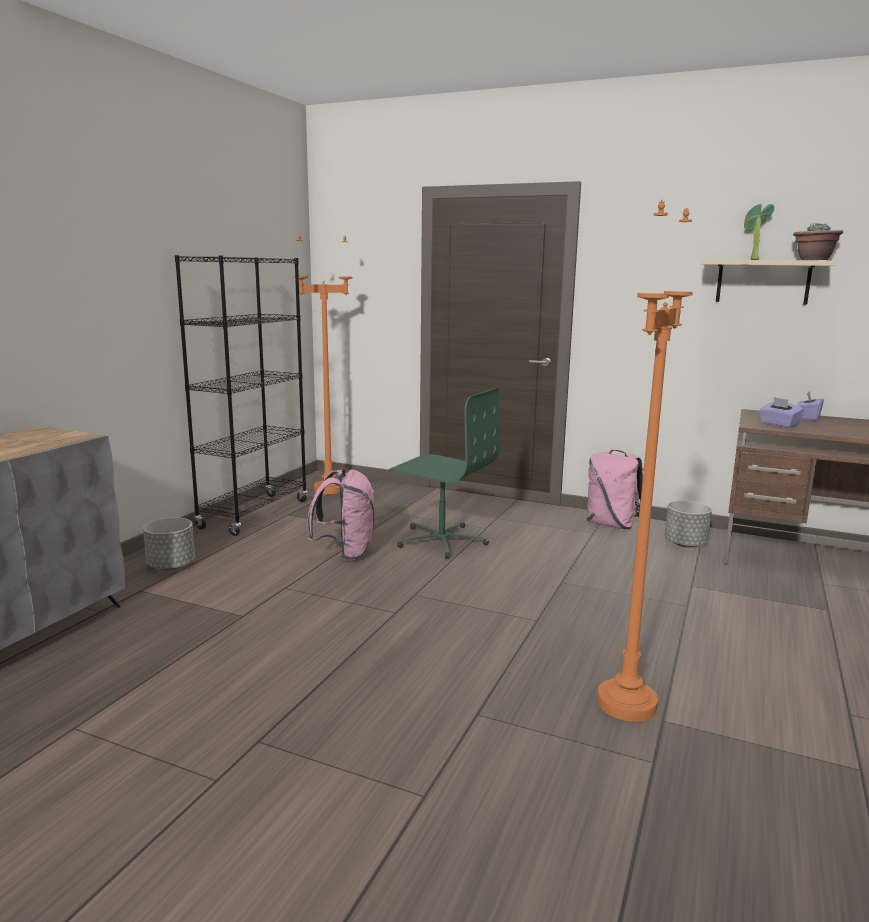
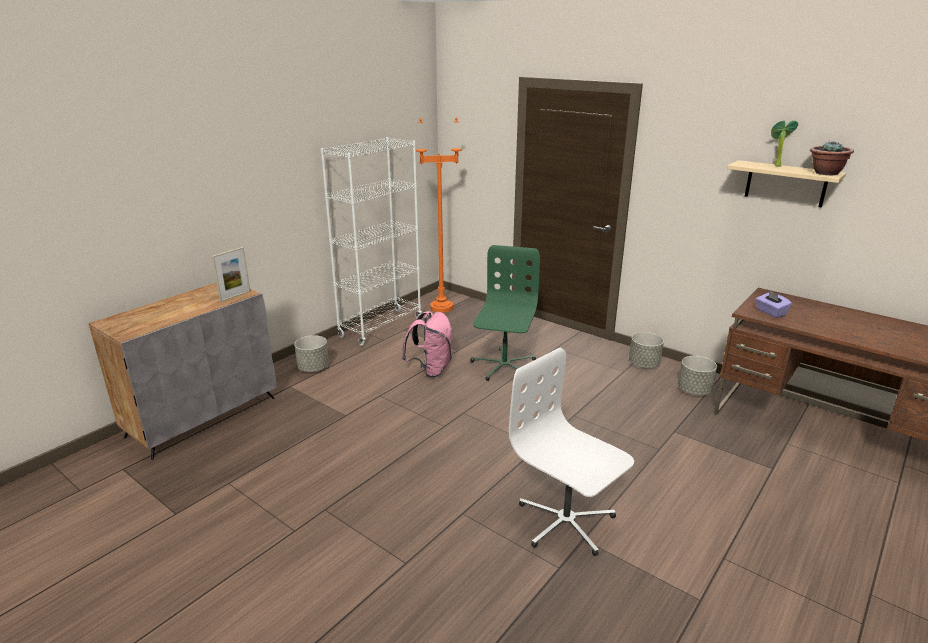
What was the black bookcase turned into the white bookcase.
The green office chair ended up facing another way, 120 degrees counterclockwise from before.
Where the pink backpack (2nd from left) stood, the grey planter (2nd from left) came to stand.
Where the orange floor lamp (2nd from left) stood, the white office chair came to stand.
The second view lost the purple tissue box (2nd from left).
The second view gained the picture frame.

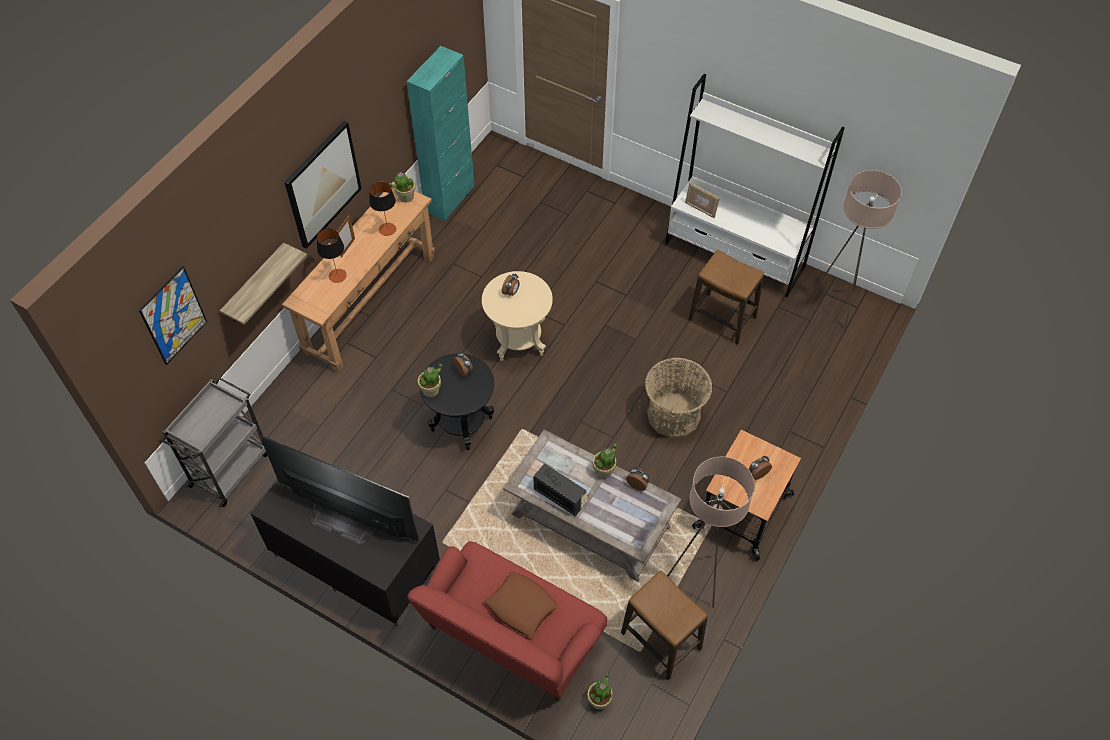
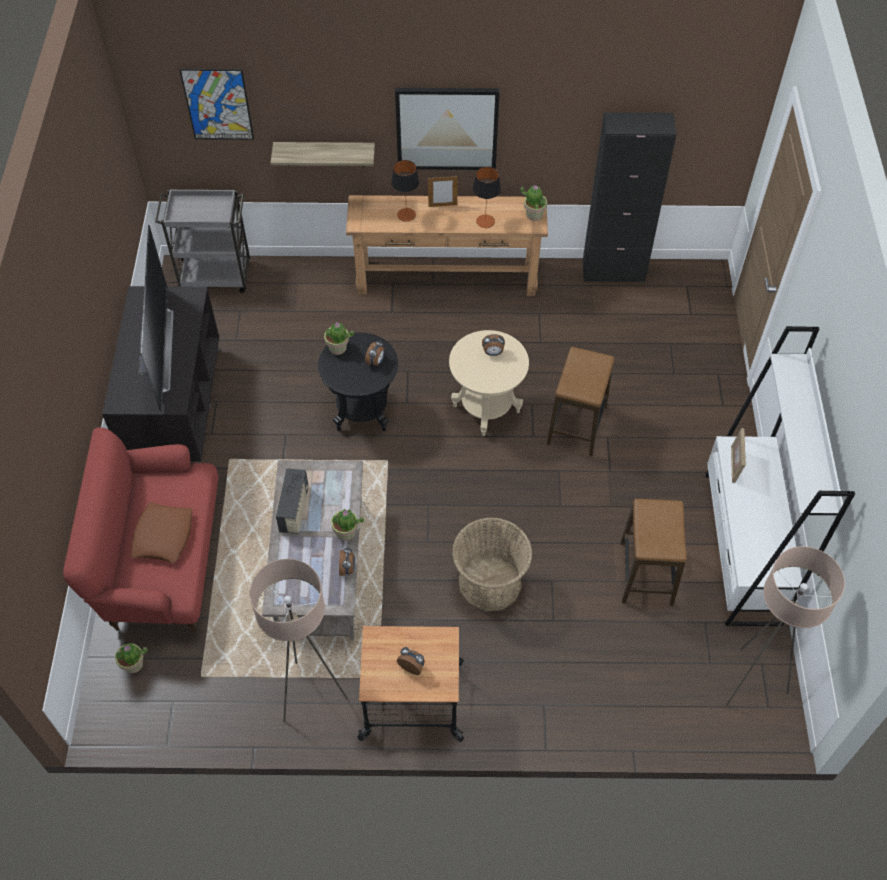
What was the turquoise cabinet turned into the black cabinet.
The stool (1st from left) ended up elsewhere.

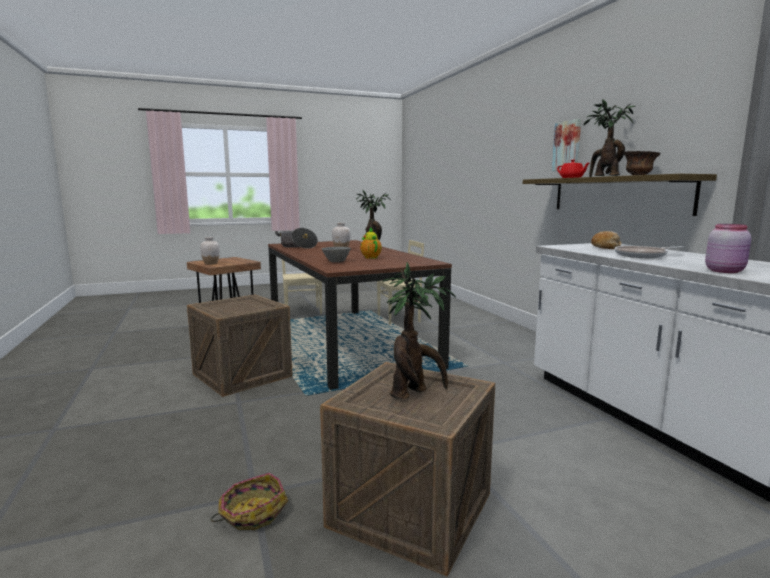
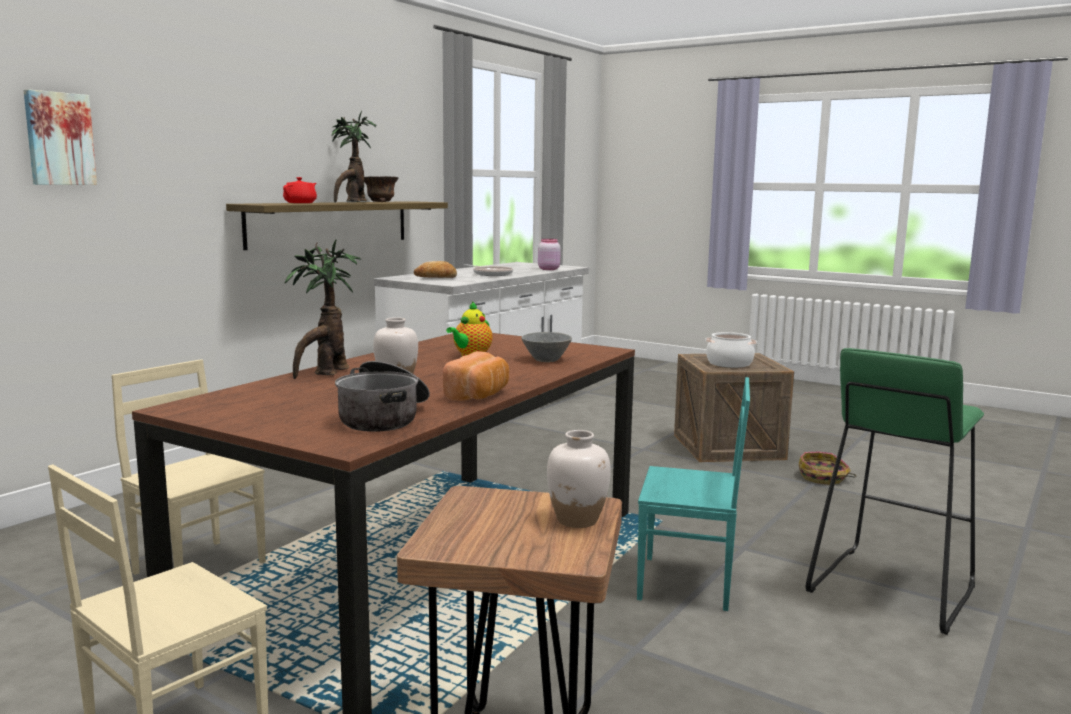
Where the crate (1st from left) stood, the turquoise chair came to stand.
Where the potted plant (2nd from left) stood, the cooking pot (2nd from left) came to stand.
The picture ended up elsewhere.
The second view gained the bread (2nd from left).
The second view gained the green stool.

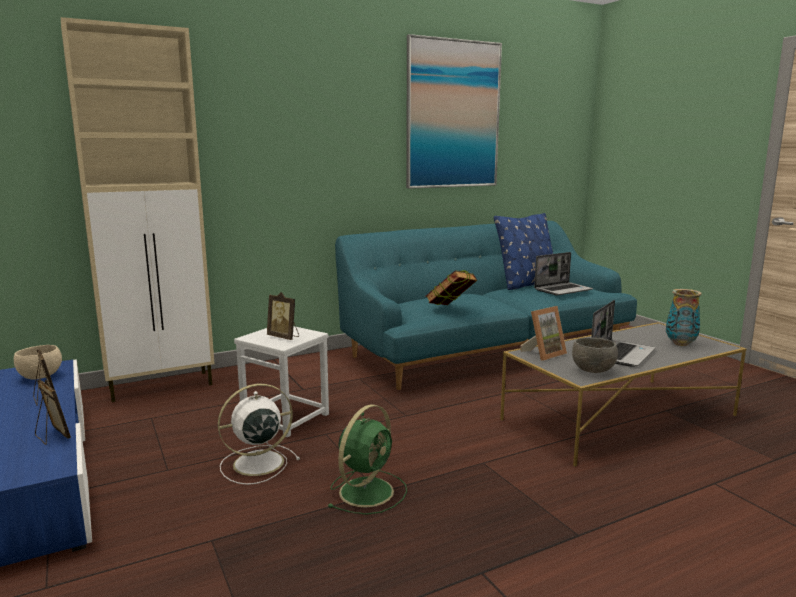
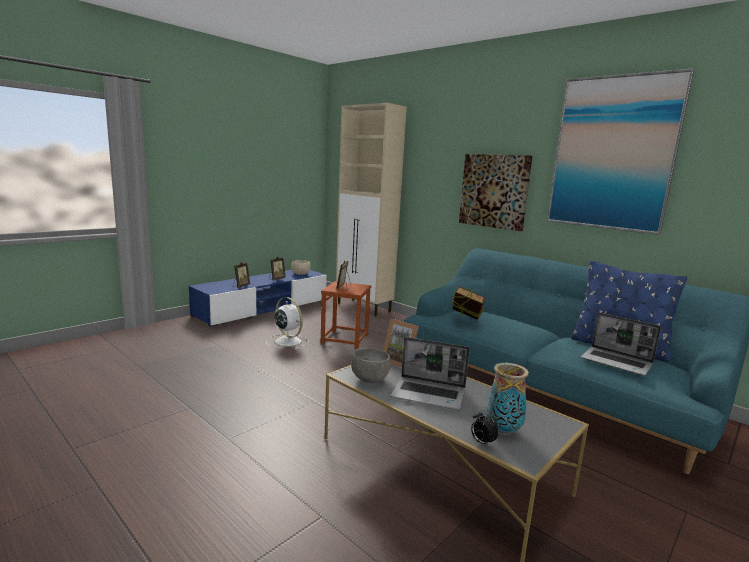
What was the white stool turned into the brown stool.
The second view lost the green fan.
The second view gained the picture (1st from left).
The second view gained the alarm clock.

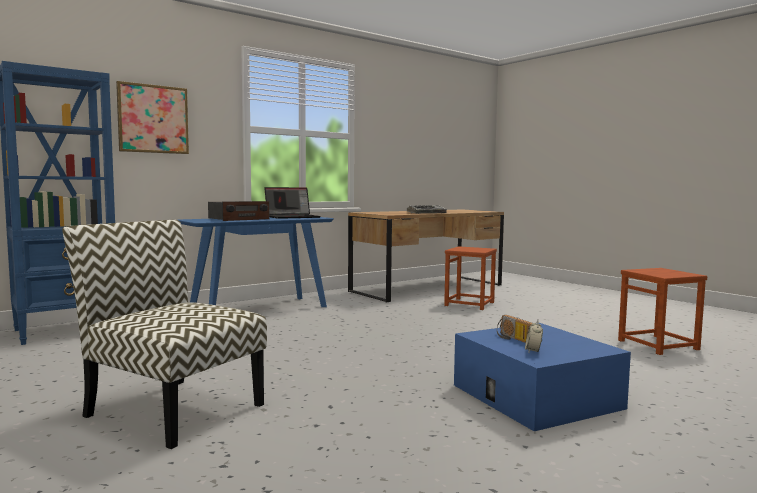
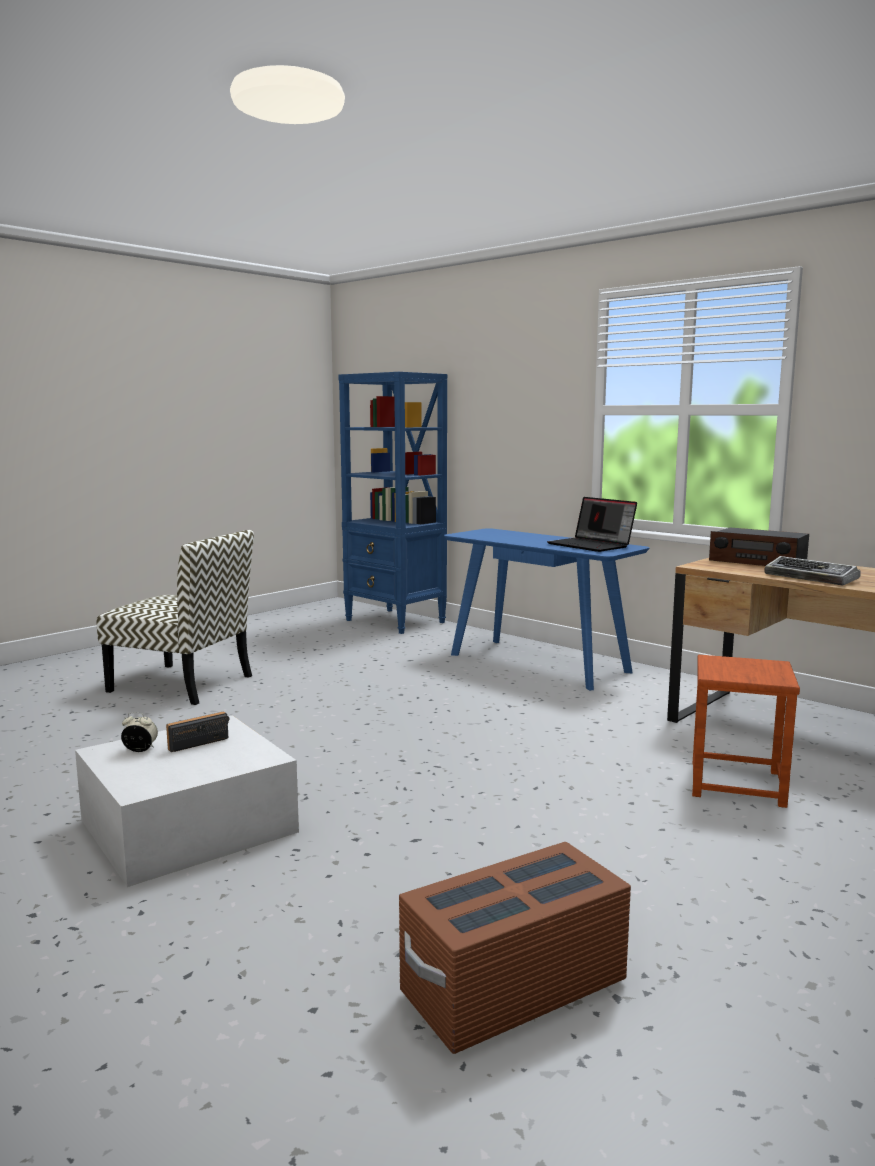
The chair ended up facing another way, 90 degrees clockwise from before.
The second view lost the picture.
The radio (1st from left in the first image) ended up elsewhere.
What was the blue storage box turned into the white storage box.
Where the brown stool (2nd from left) stood, the brown storage box came to stand.

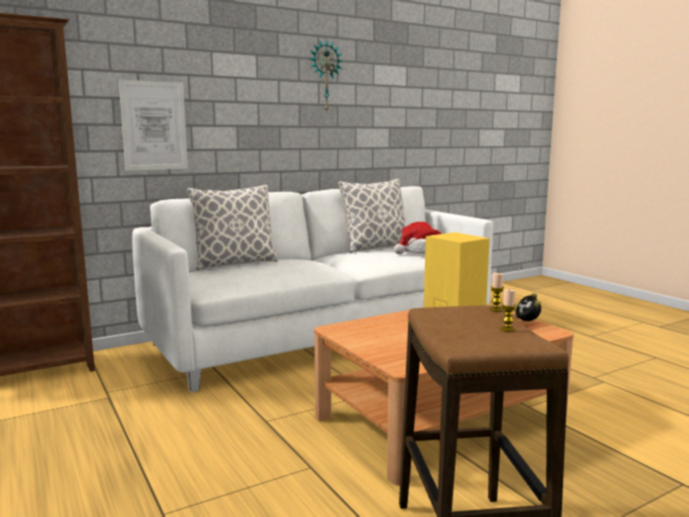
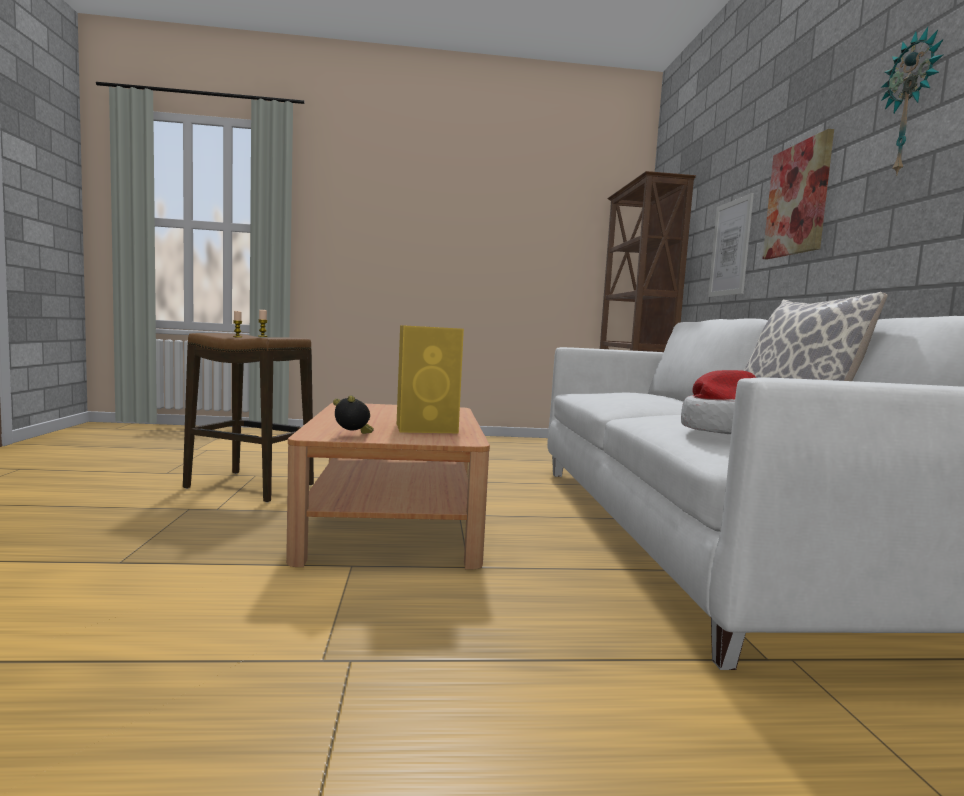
The second view lost the pillow (1st from left).
The second view gained the picture (2nd from left).

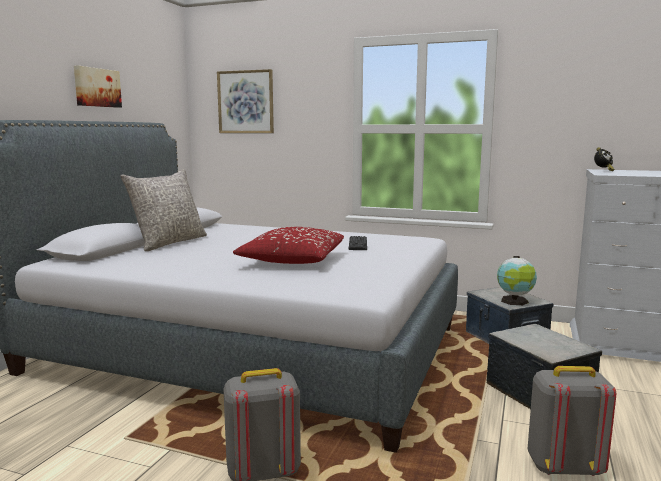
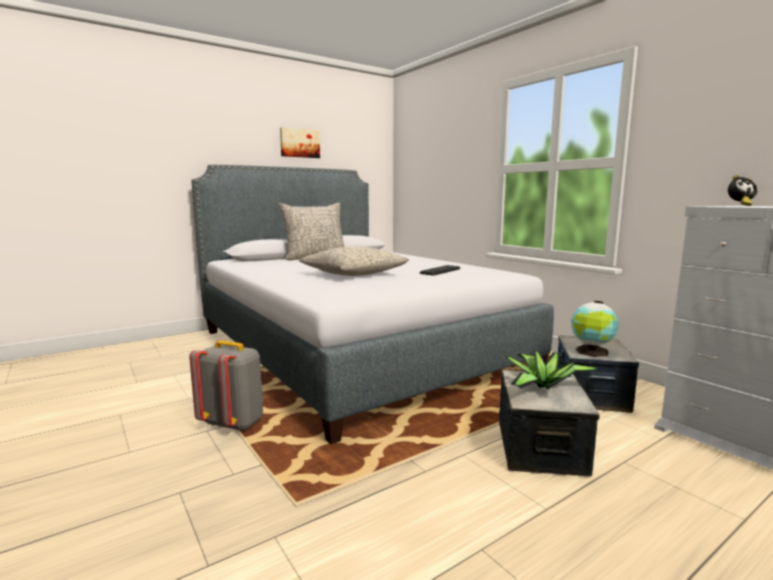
The second view lost the picture (2nd from left).
What was the red pillow turned into the grey pillow (2nd from left).
The second view lost the grey backpack (2nd from left).
The second view gained the potted plant.

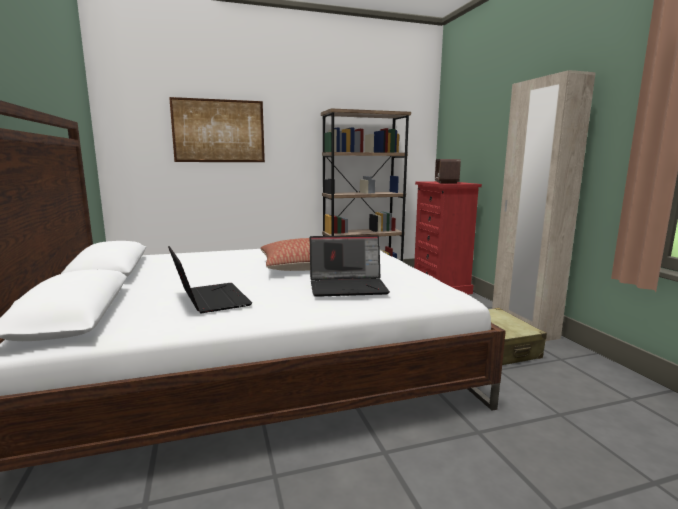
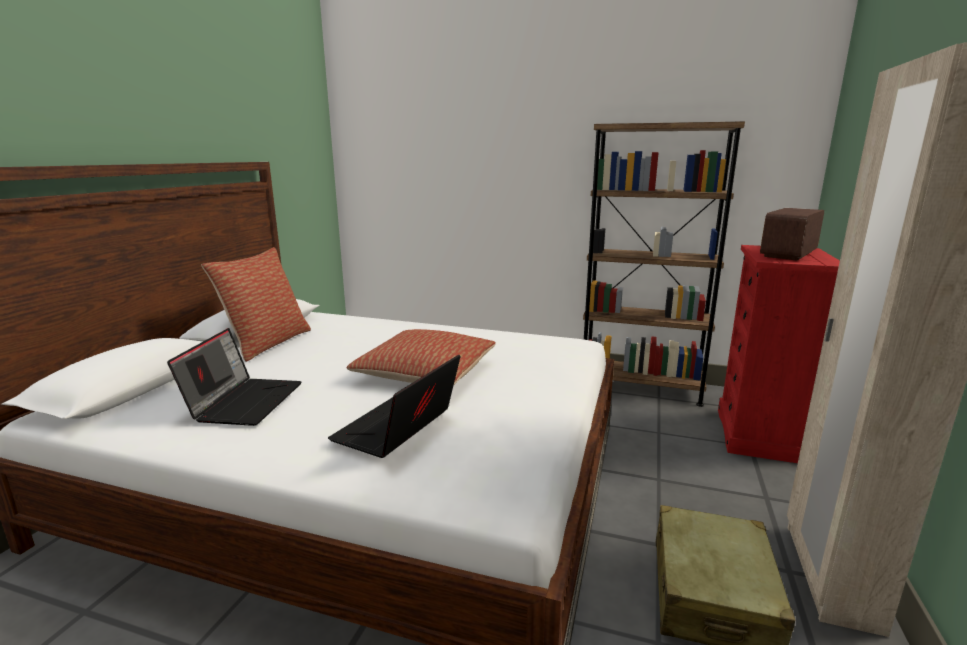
The second view lost the picture.
The laptop (2nd from left) ended up facing another way, 90 degrees clockwise from before.
The second view gained the pillow (1st from left).

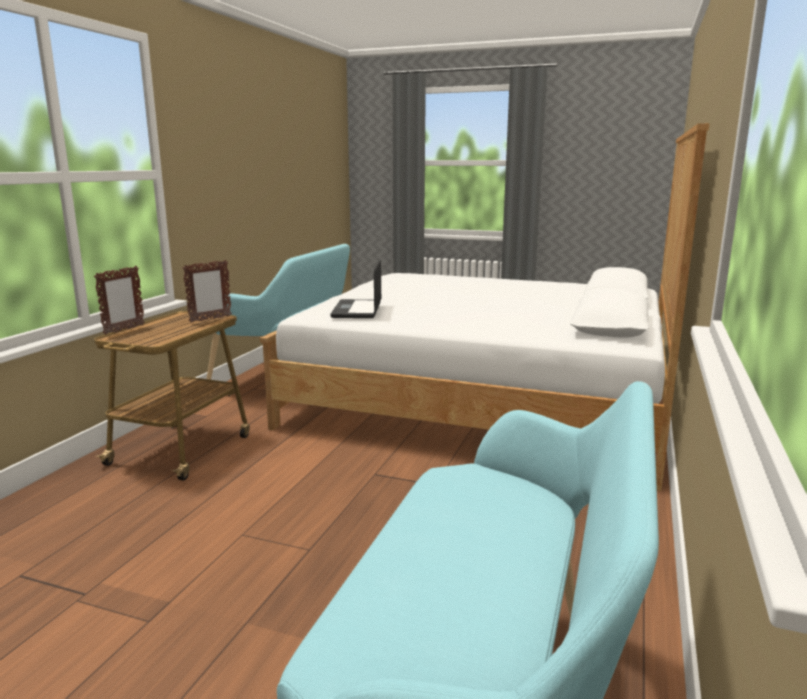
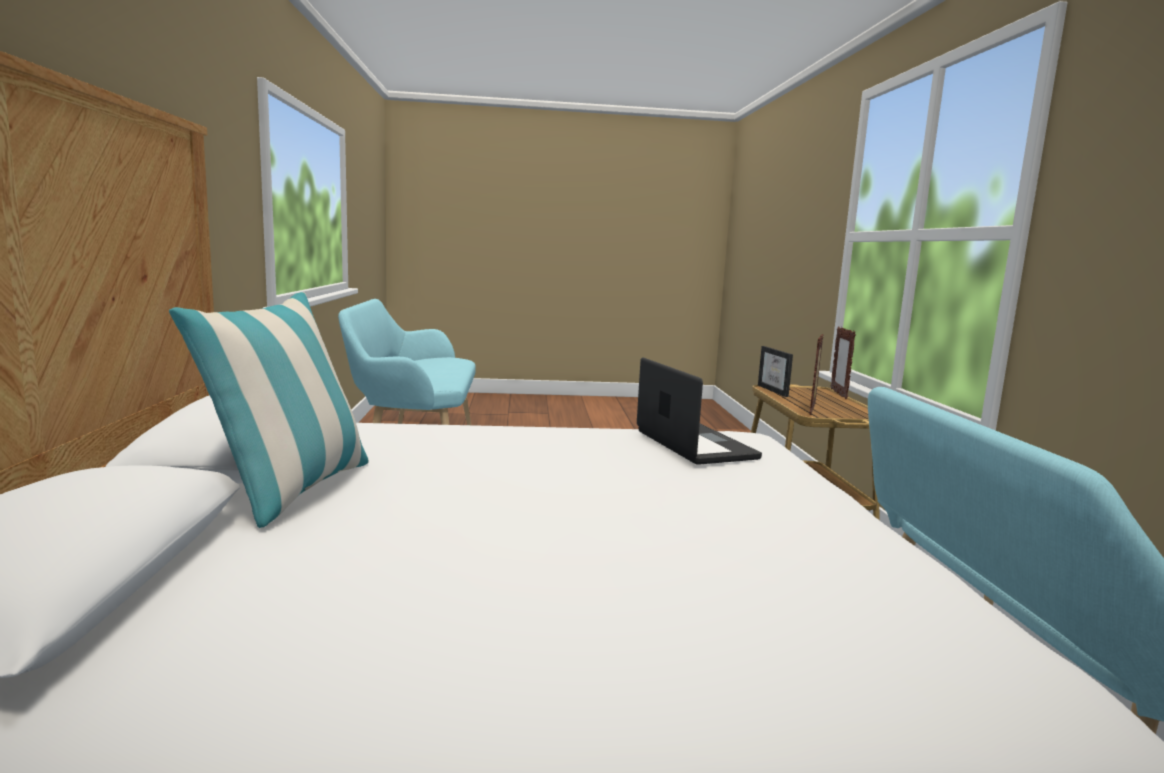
The second view gained the pillow.
The second view gained the picture frame (1st from left).

